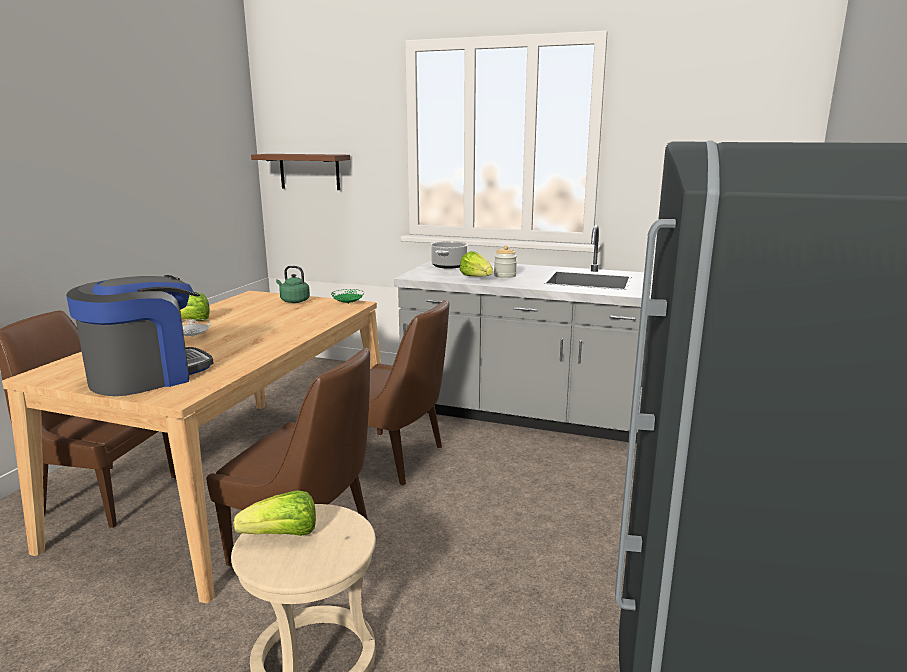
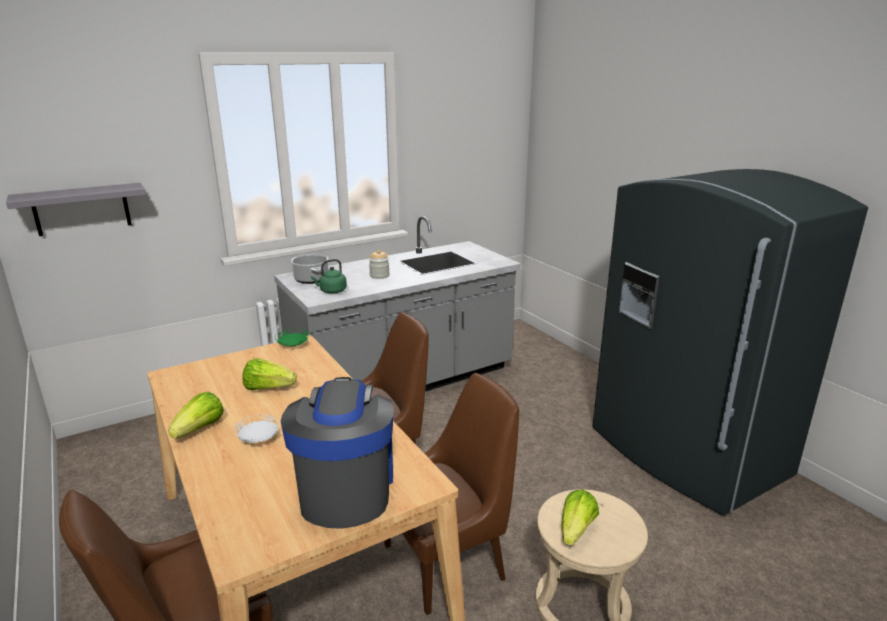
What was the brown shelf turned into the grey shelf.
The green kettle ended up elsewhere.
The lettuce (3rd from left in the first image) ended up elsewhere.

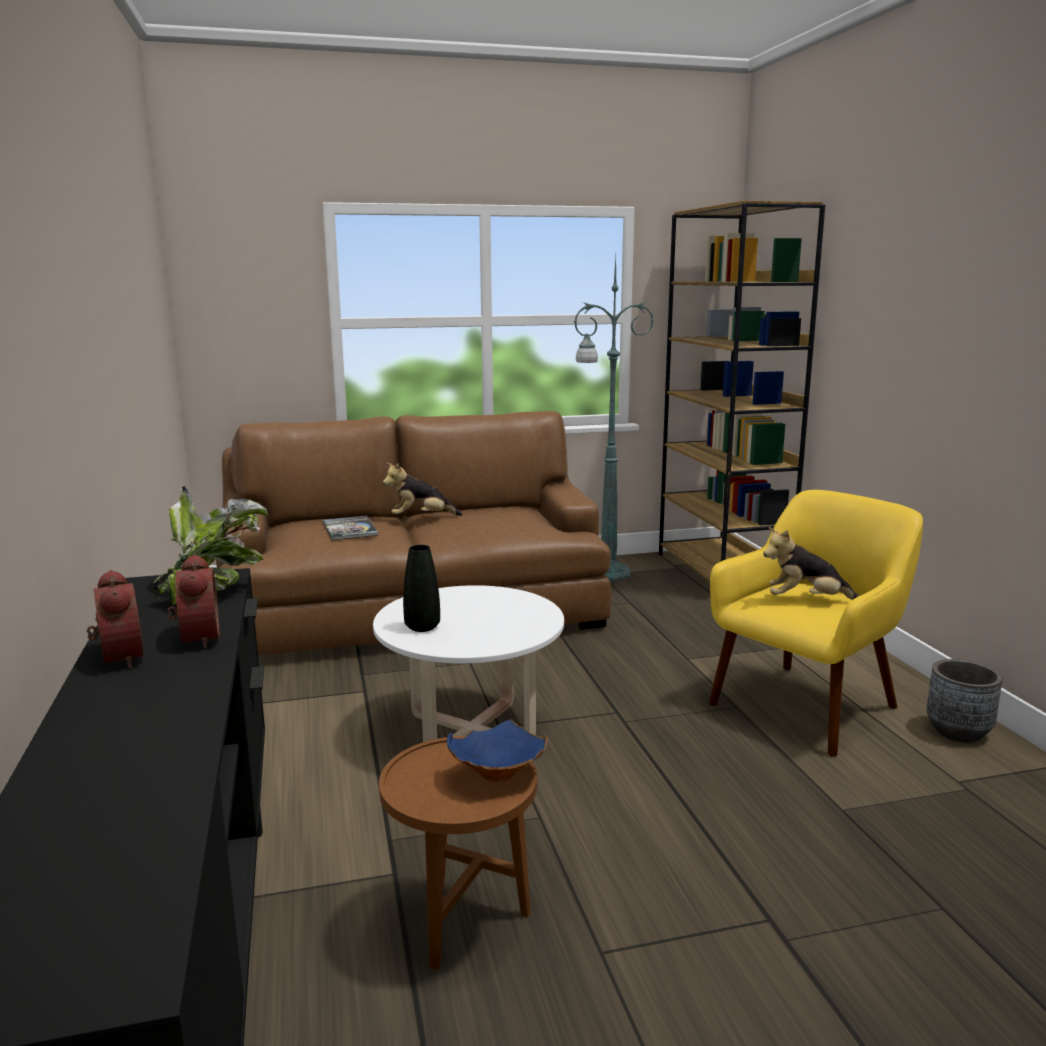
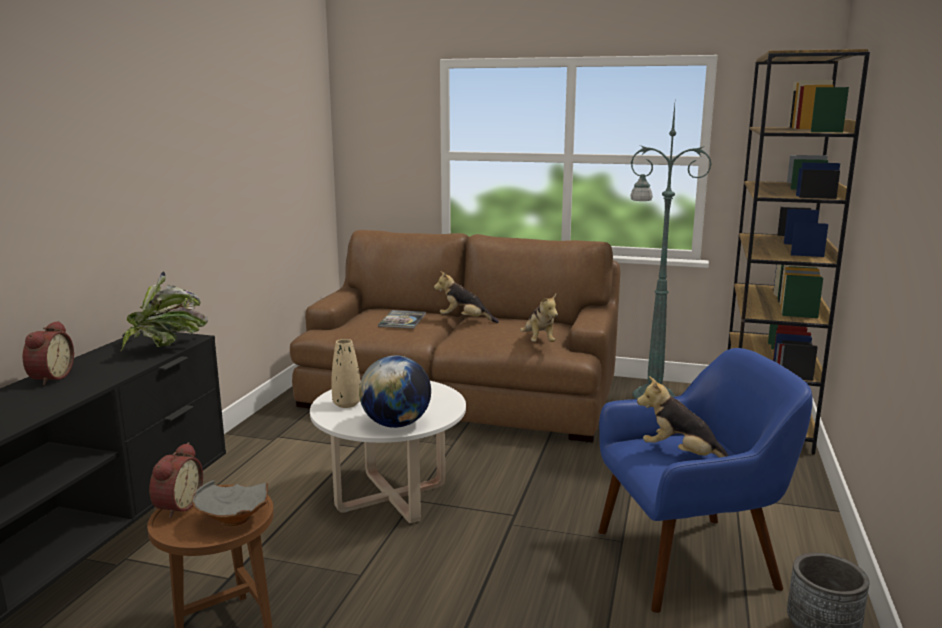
The alarm clock (2nd from left) ended up elsewhere.
What was the black vase turned into the beige vase.
What was the blue bowl turned into the grey bowl.
What was the yellow armchair turned into the blue armchair.
The second view gained the globe.
The second view gained the plush toy (2nd from left).

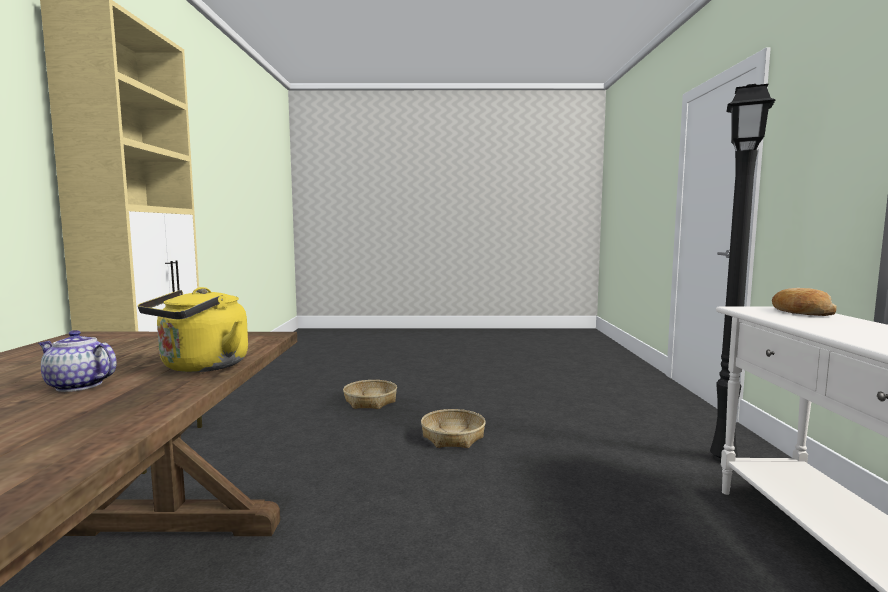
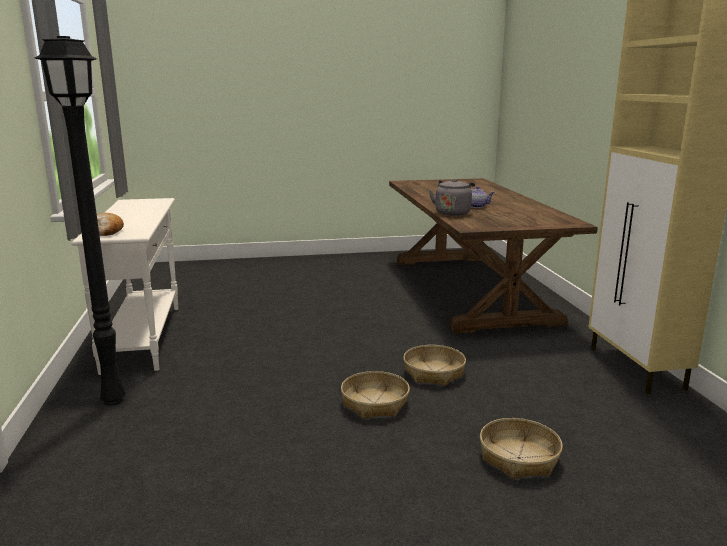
What was the yellow kettle turned into the grey kettle.
The second view gained the basket (2nd from left).

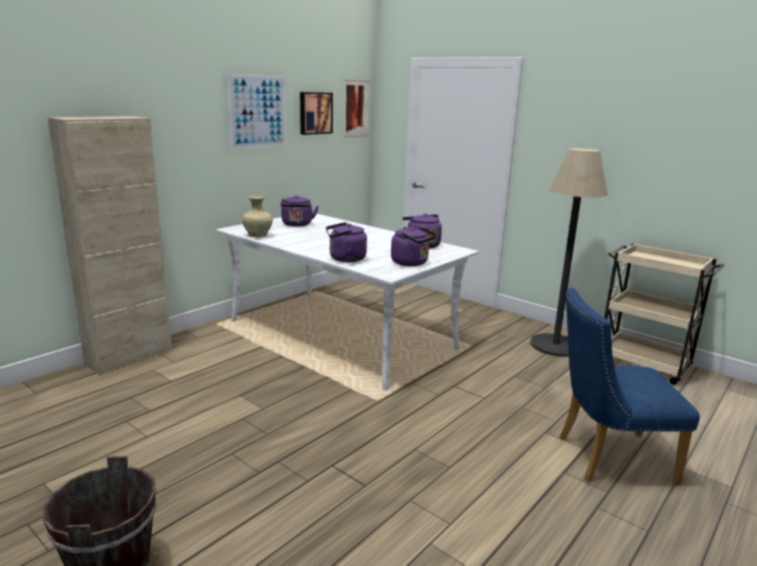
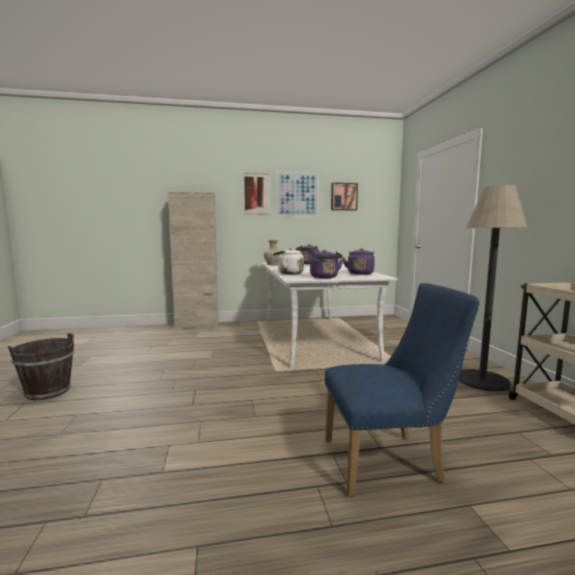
What was the purple kettle (2nd from left) turned into the white kettle.
The picture (3rd from left in the first image) ended up elsewhere.
The blue chair ended up facing another way, 135 degrees clockwise from before.

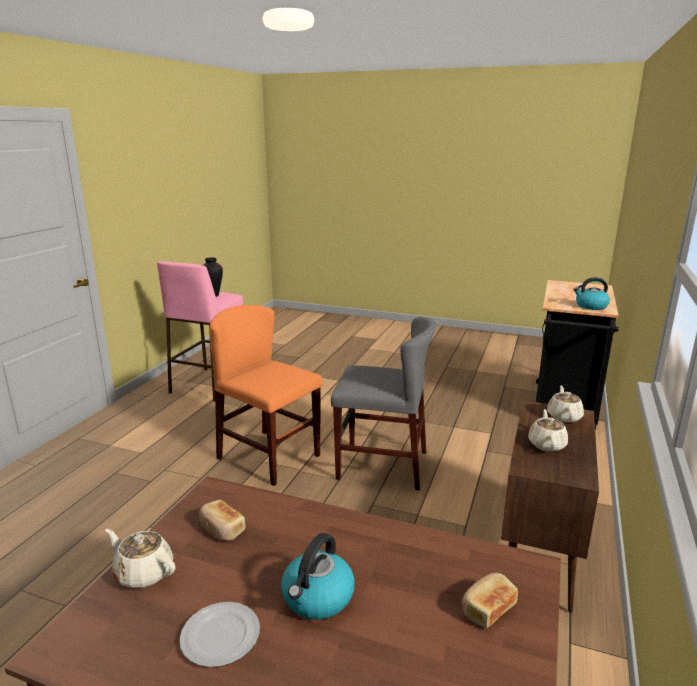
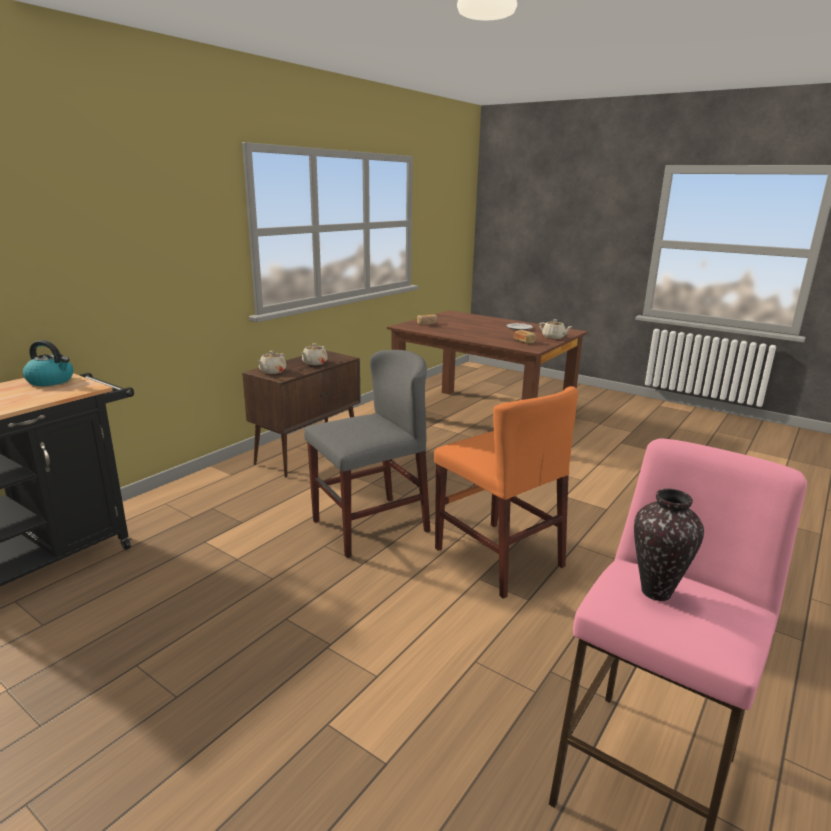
The second view lost the kettle (1st from left).
The grey chair ended up facing another way, 120 degrees clockwise from before.

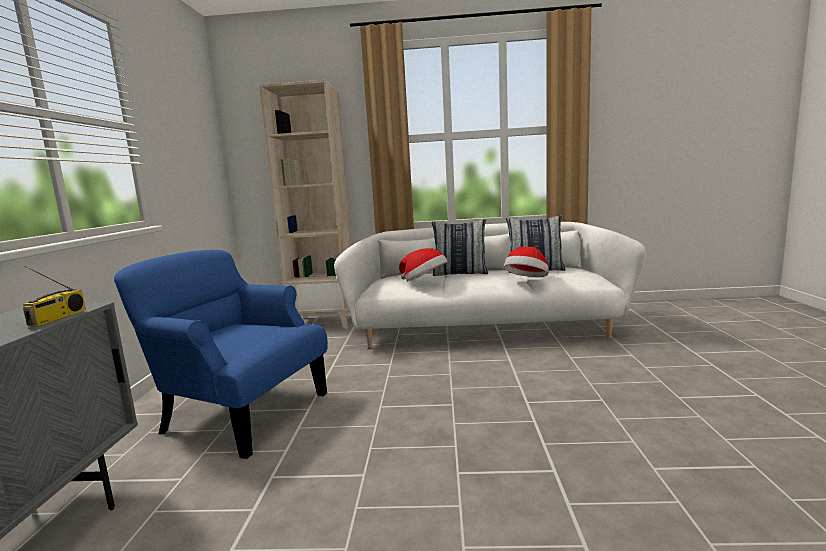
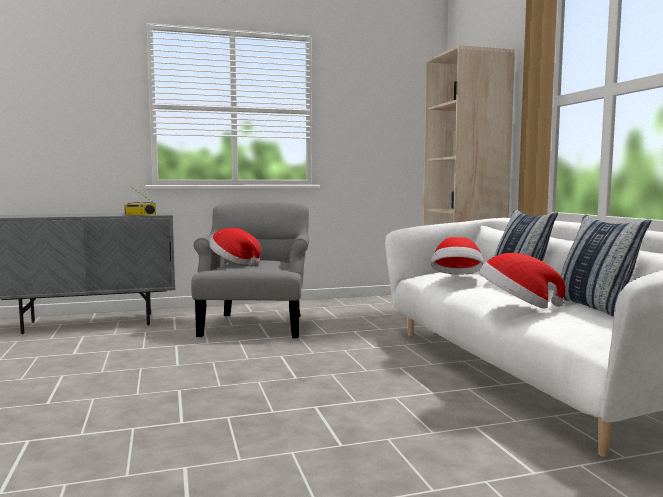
What was the blue armchair turned into the grey armchair.
The second view gained the hat (1st from left).

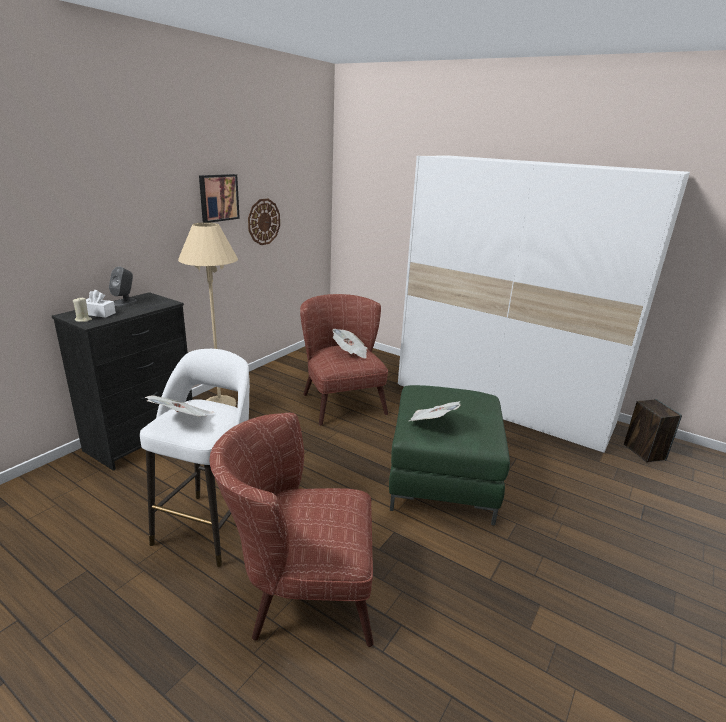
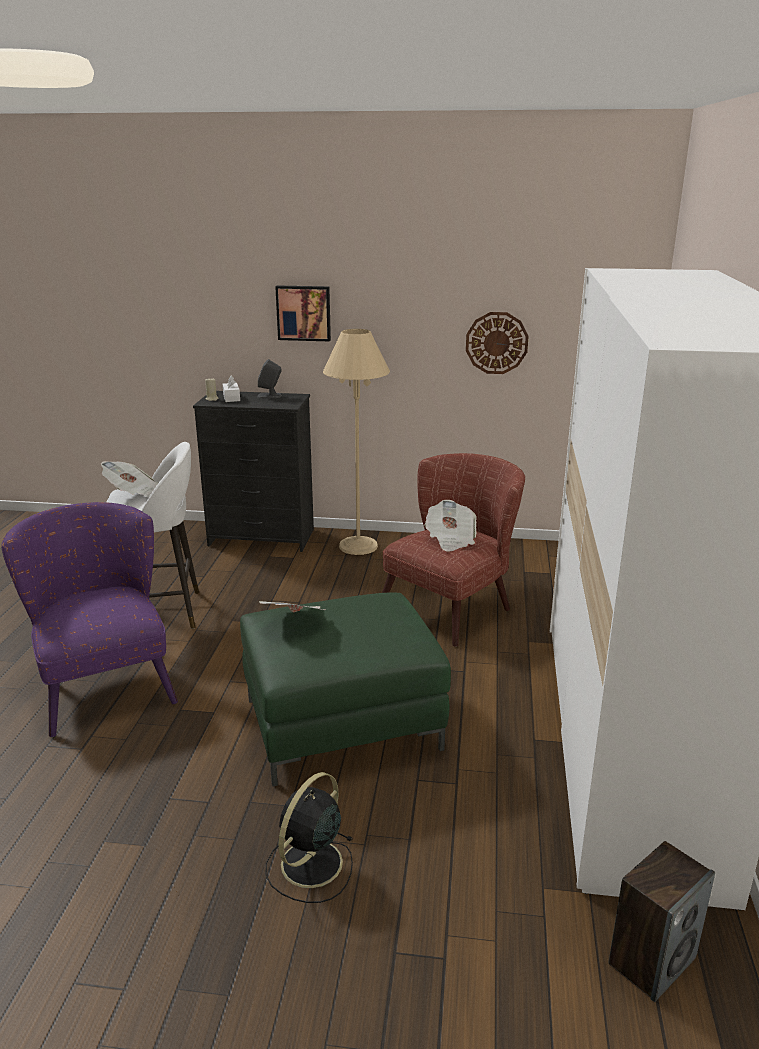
The picture ended up elsewhere.
What was the brown armchair (1st from left) turned into the purple armchair.
The second view gained the black fan.

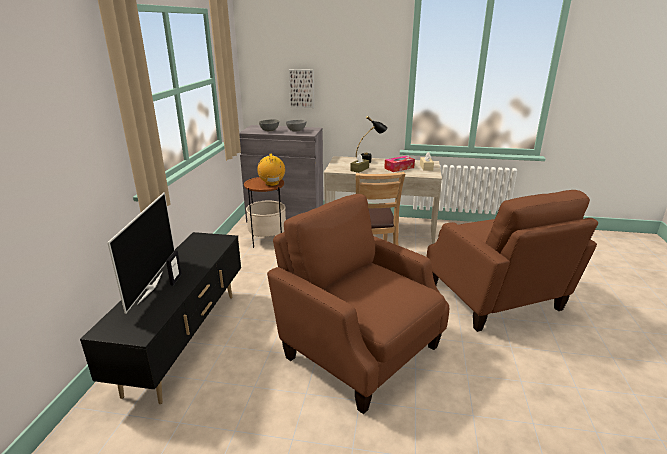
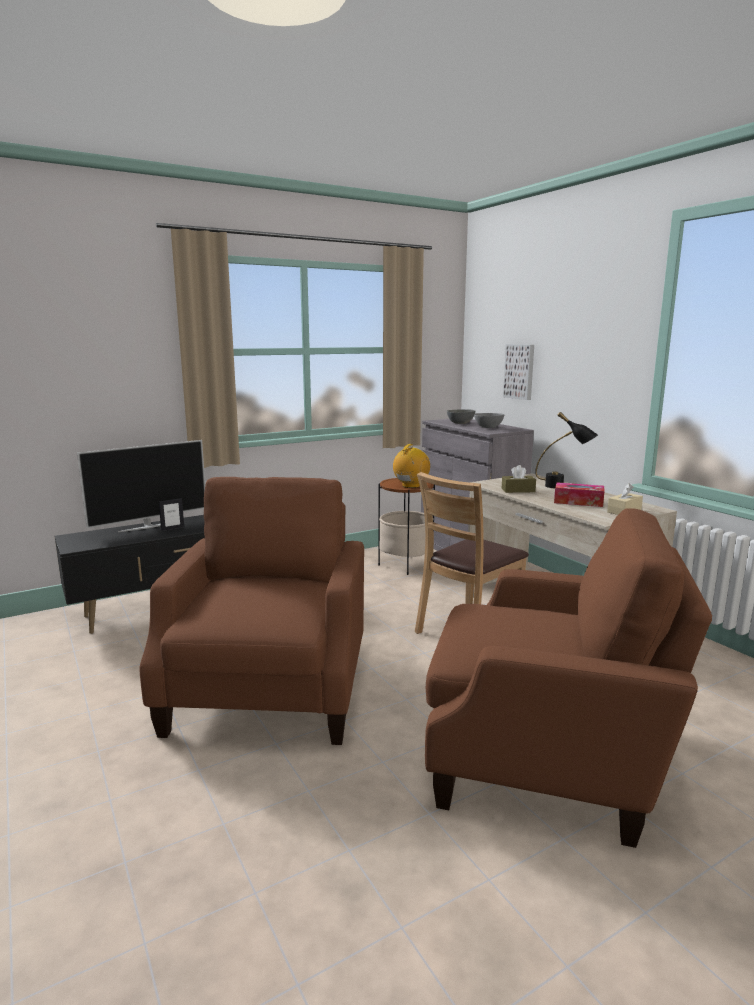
The brown armchair (2nd from left) ended up facing another way, 105 degrees counterclockwise from before.

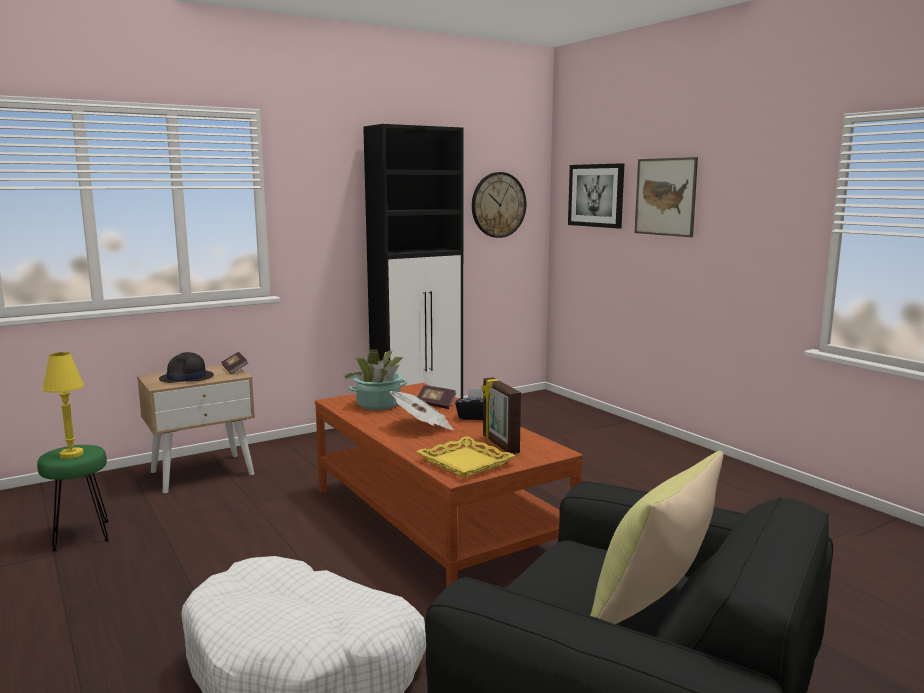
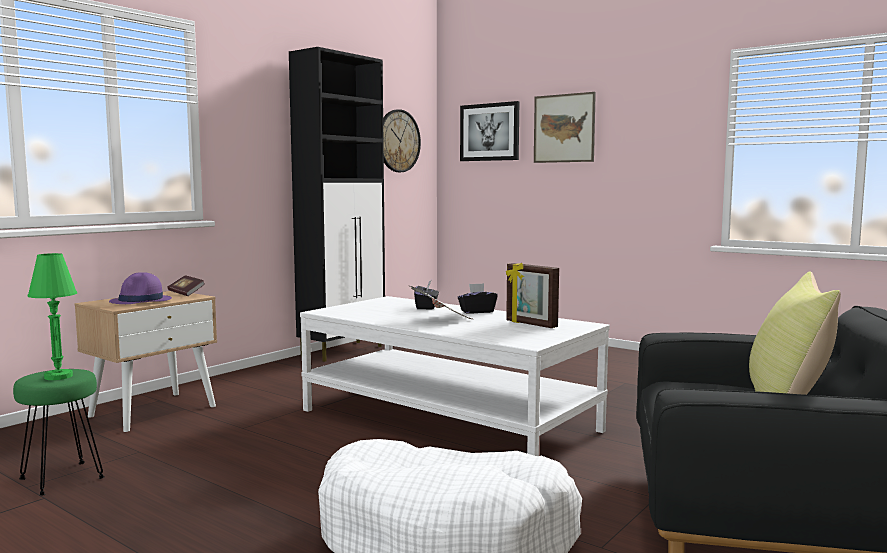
What was the yellow table lamp turned into the green table lamp.
What was the black hat turned into the purple hat.
What was the brown coffee table turned into the white coffee table.
The second view lost the potted plant.
The second view lost the yellow tray.
Where the book (2nd from left) stood, the black tissue box (1st from left) came to stand.

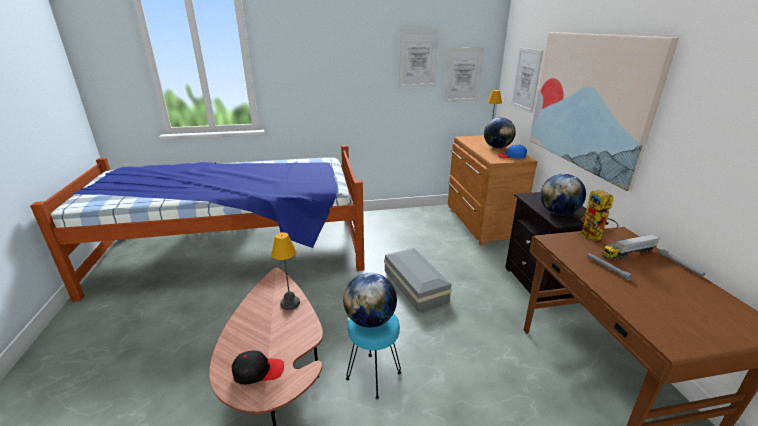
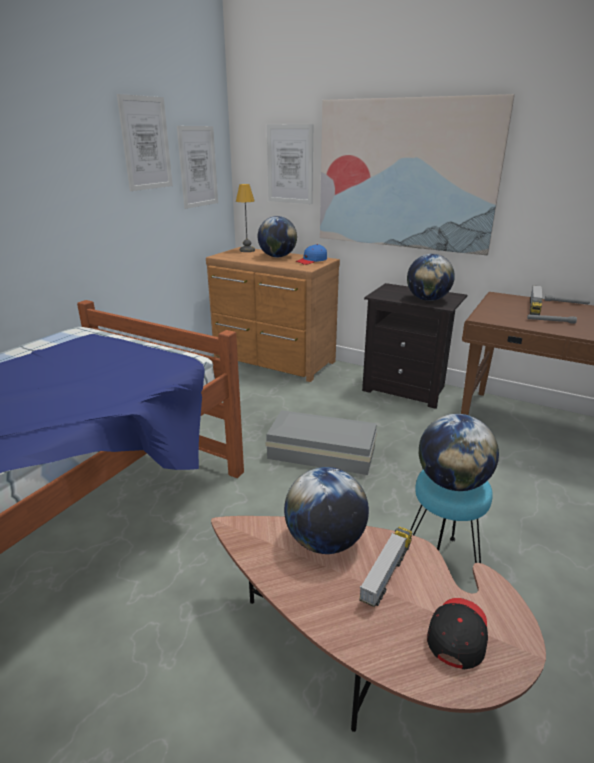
Where the table lamp (1st from left) stood, the globe (2nd from left) came to stand.
The second view lost the toy robot.
The second view gained the toy truck (1st from left).

